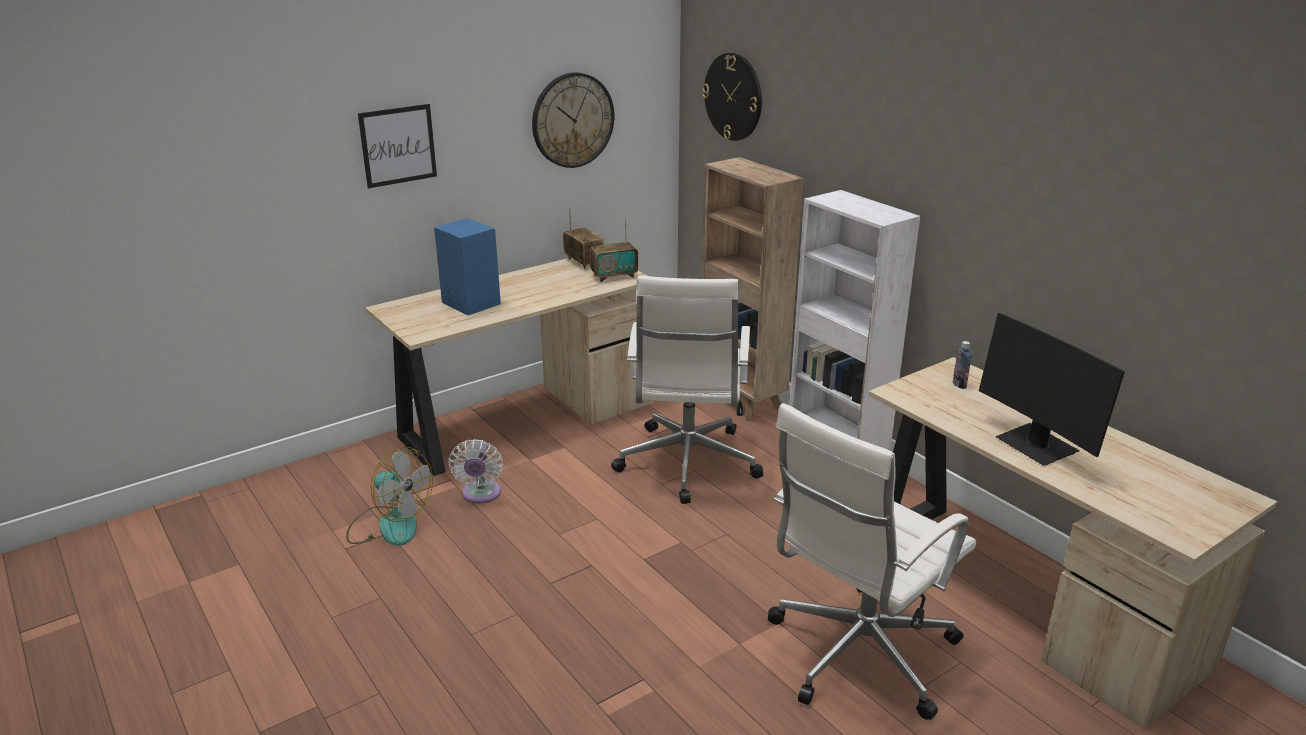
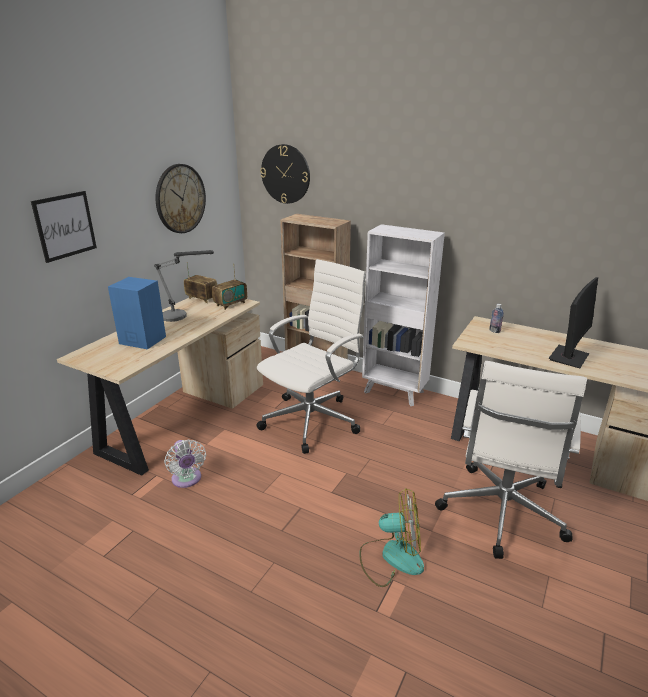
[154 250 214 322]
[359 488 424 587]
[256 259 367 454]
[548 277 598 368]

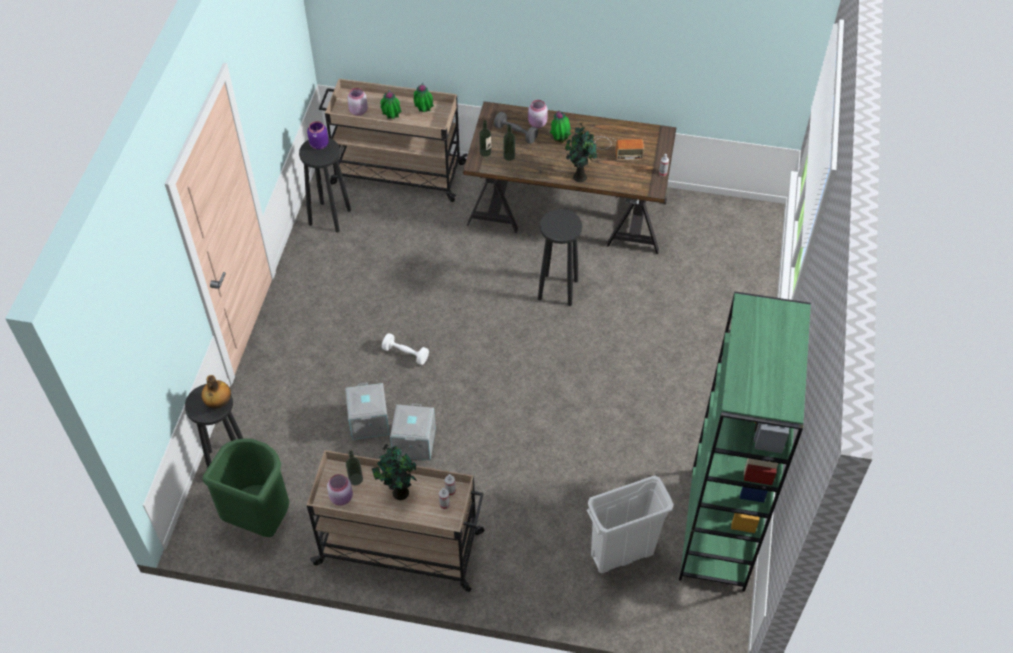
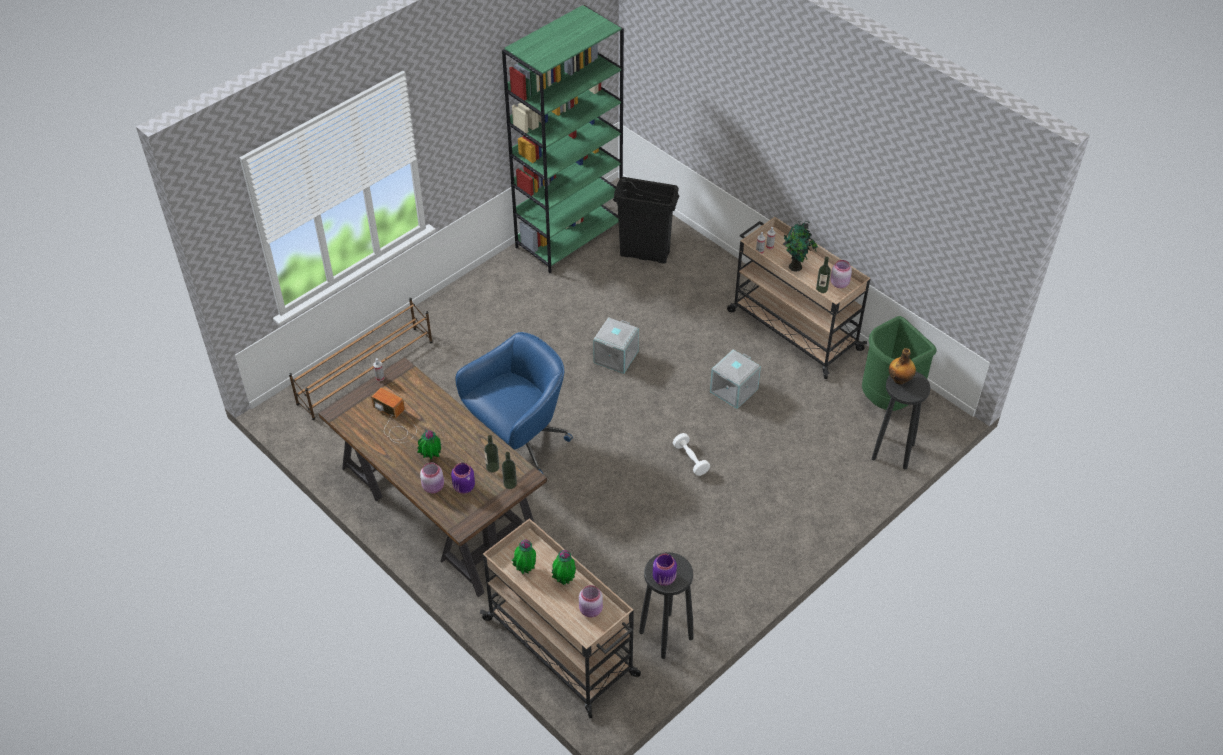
[565 123 597 182] (first image)
[289 298 433 420]
[593 317 639 374]
[451 463 475 494]
[455 332 573 474]
[613 177 679 264]

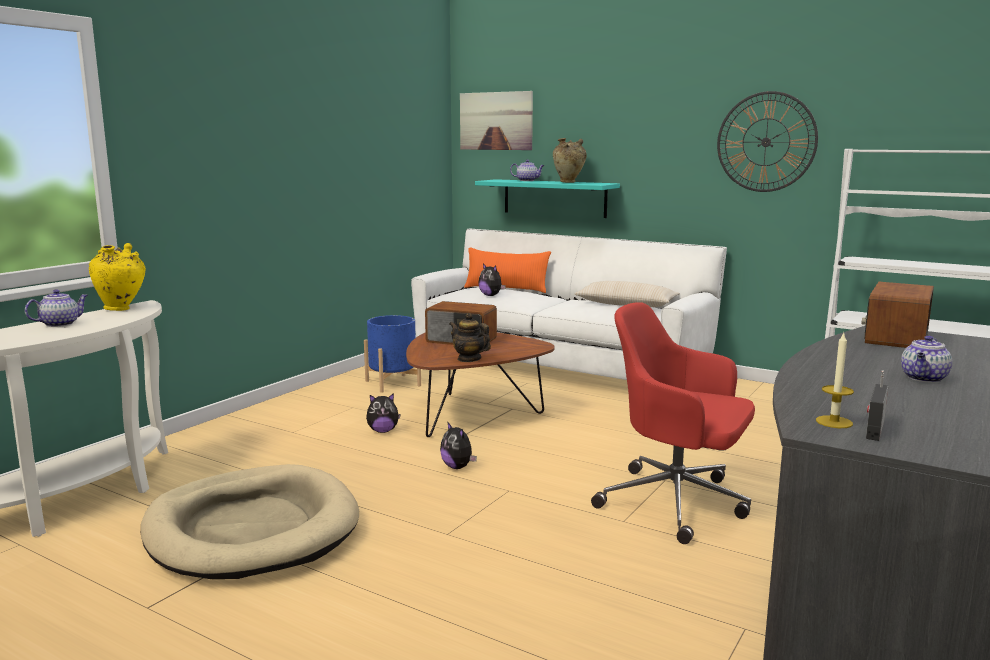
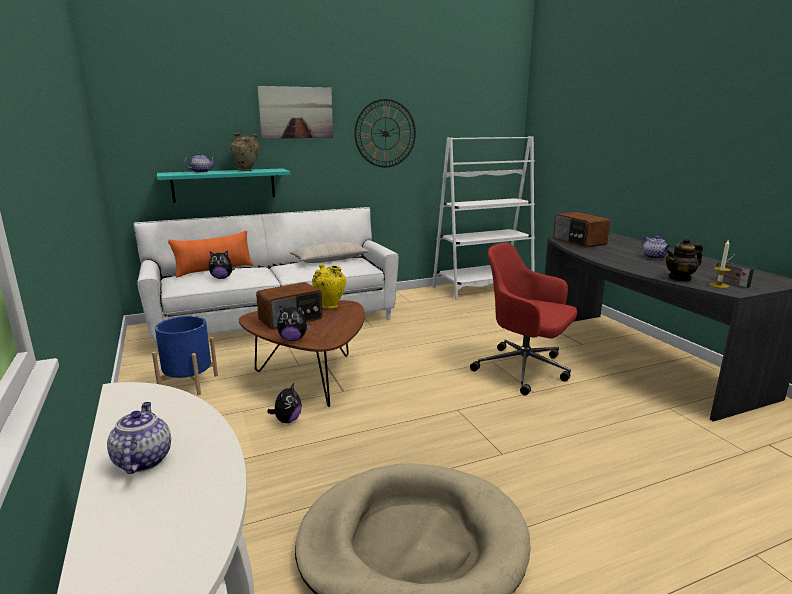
[312 263 346 309]
[277 305 310 341]
[666 237 703 282]
[258 86 333 139]
[470 243 577 396]

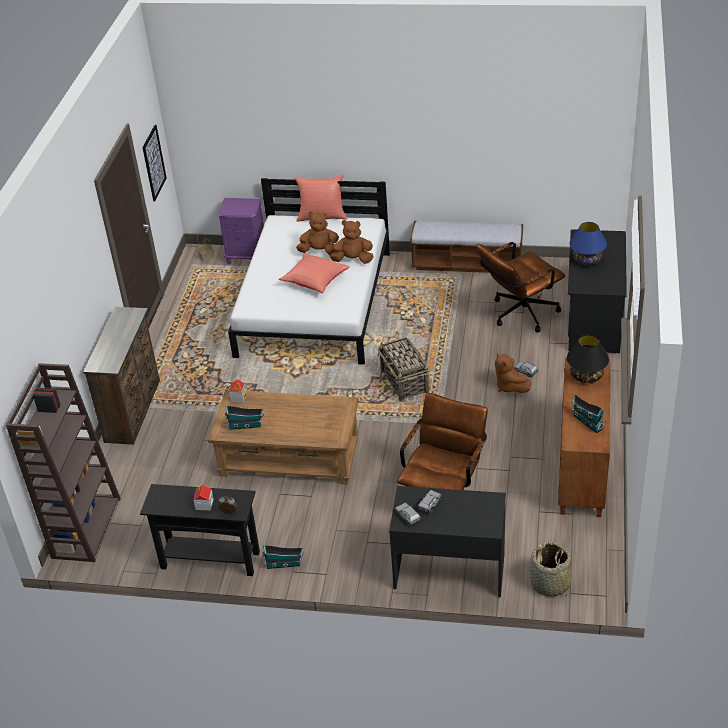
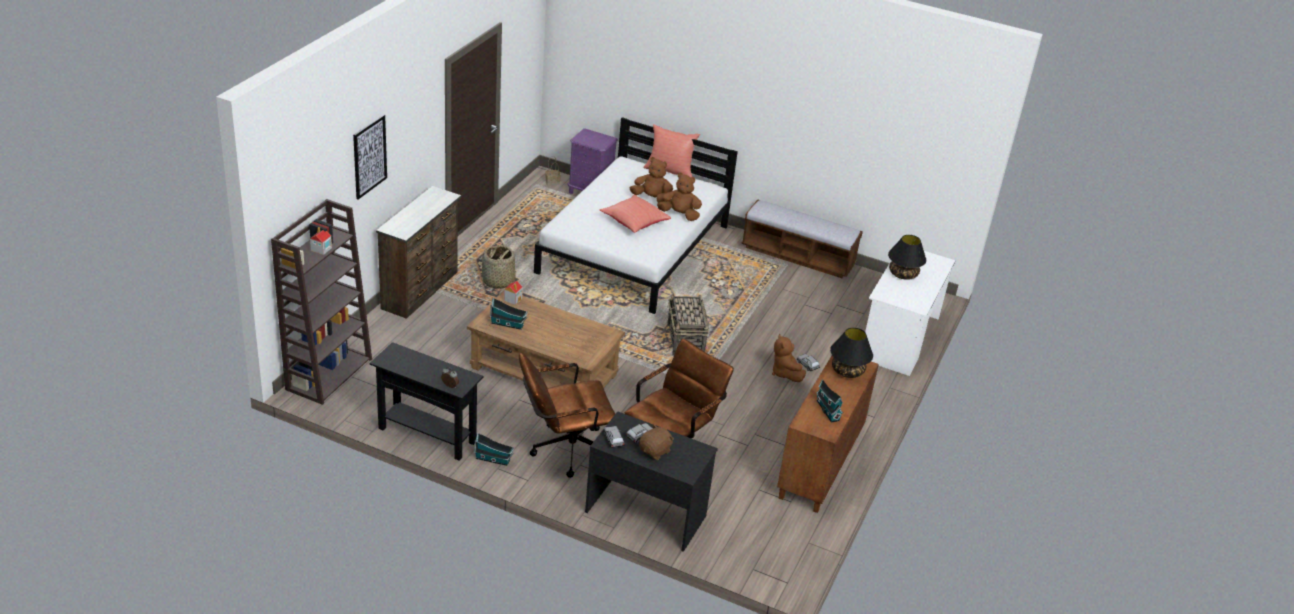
[639 424 674 460]
[353 114 387 199]
[310 227 332 255]
[519 353 615 478]
[482 244 516 289]
[865 251 955 376]
[888 235 926 280]

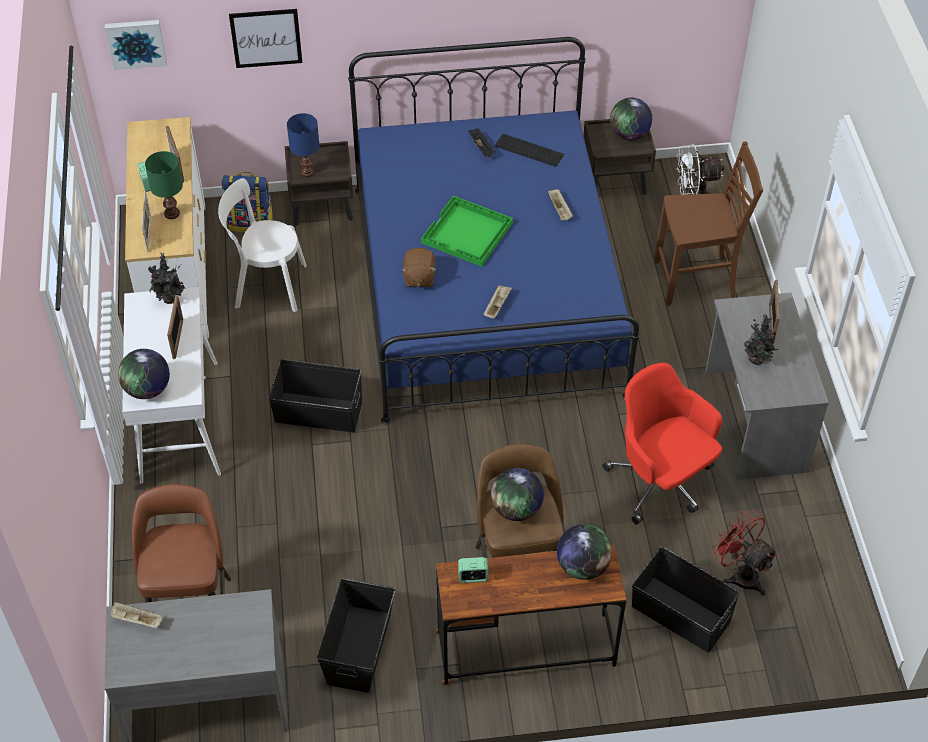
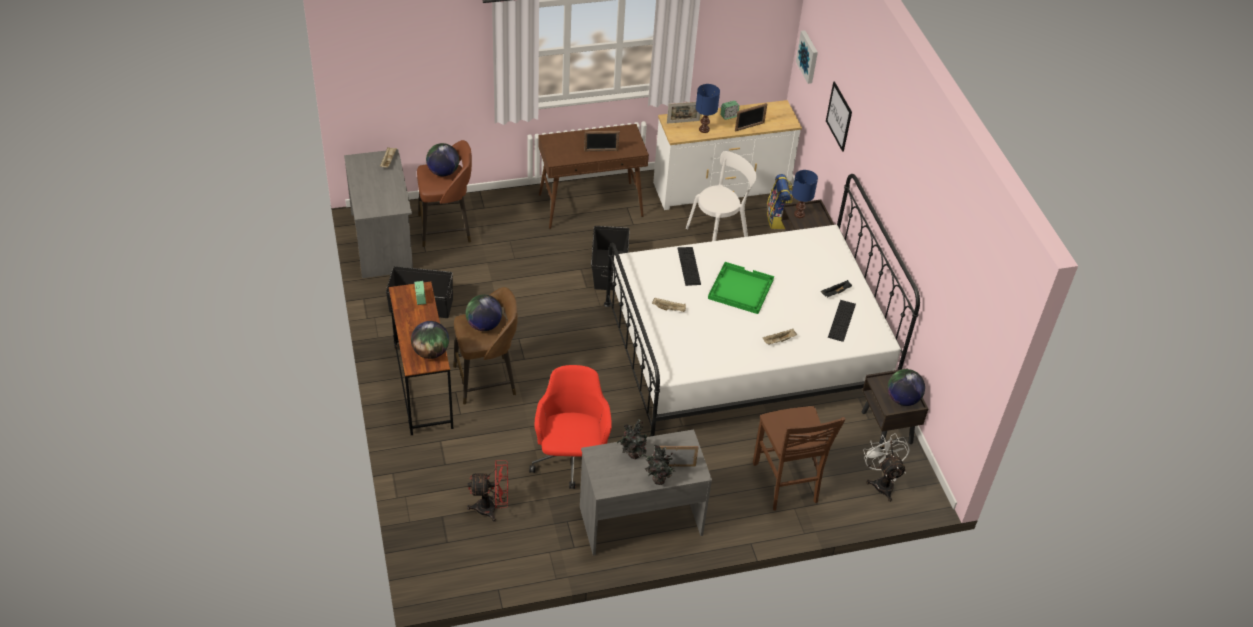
[632 547 740 653] (first image)
[426 143 459 176]
[642 445 675 485]
[678 247 701 286]
[538 124 649 229]
[696 84 720 133]
[604 174 920 437]
[686 151 756 241]
[529 365 612 489]
[467 461 508 522]

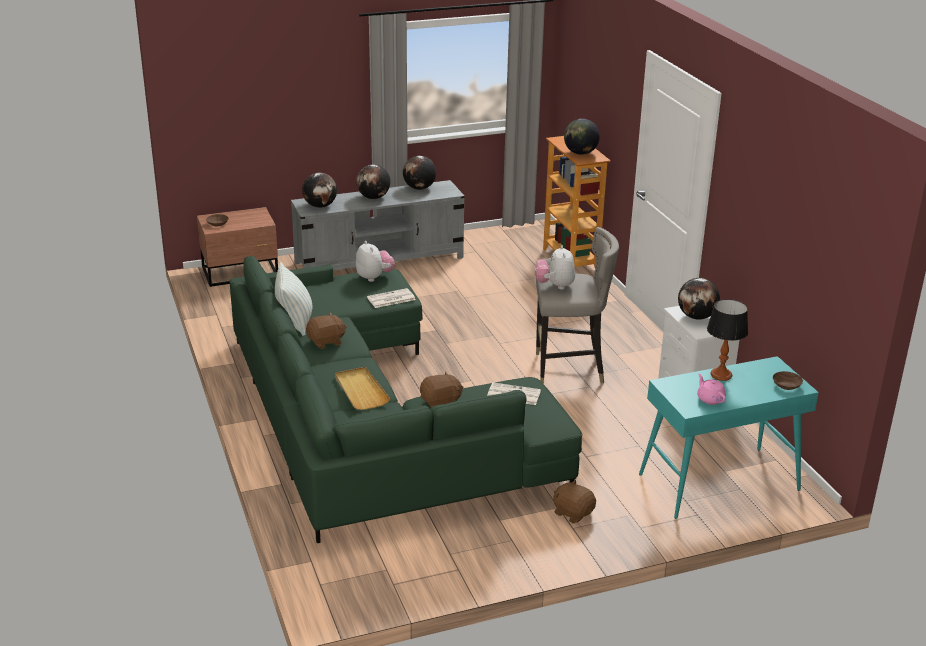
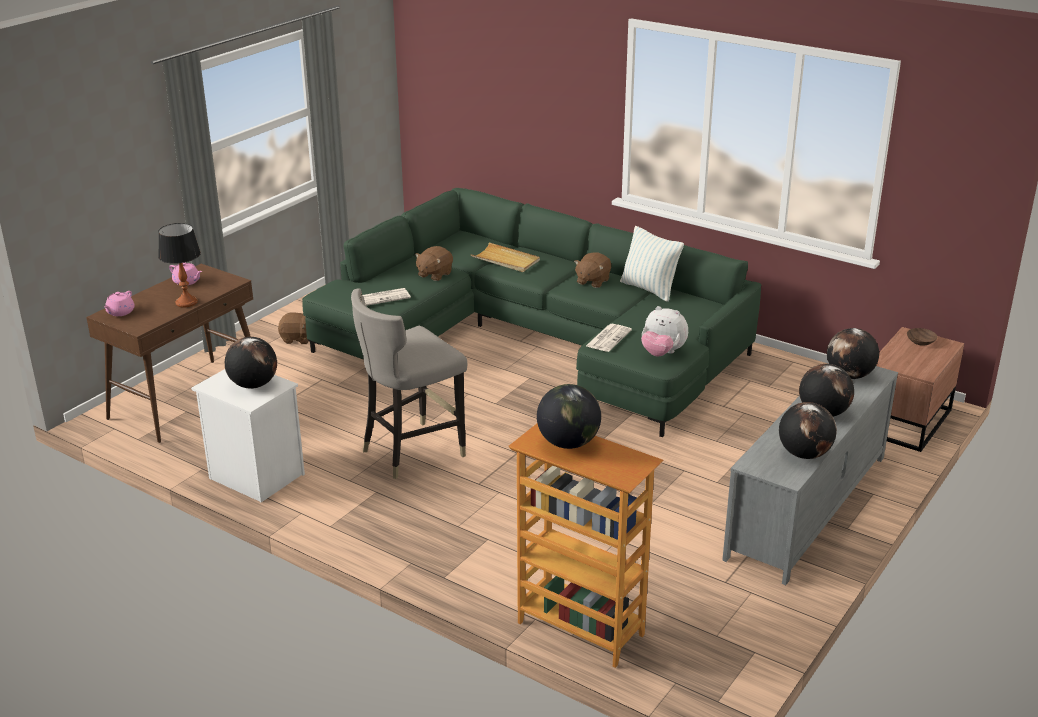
[535 245 575 290] (first image)
[104 291 135 316]
[86 264 253 443]

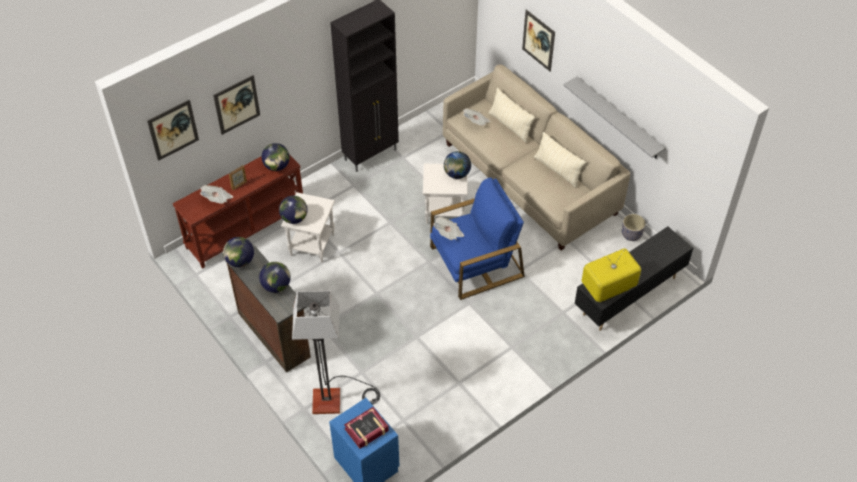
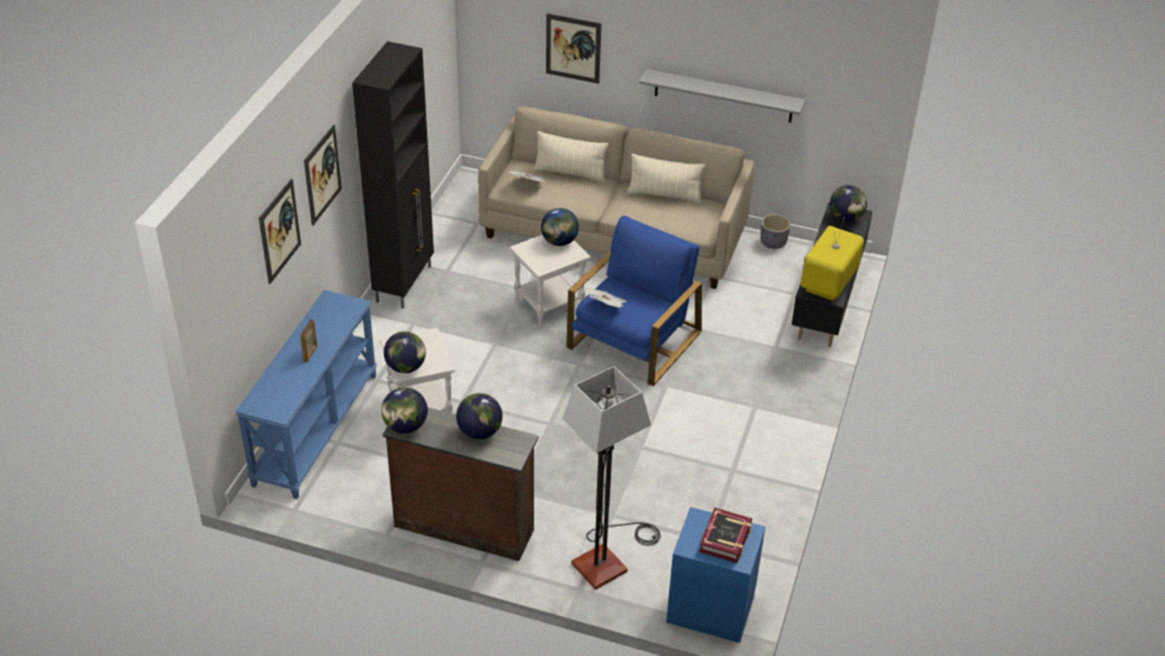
[200 185 233 204] (first image)
[304 125 342 226]
[830 185 867 222]
[236 290 377 499]

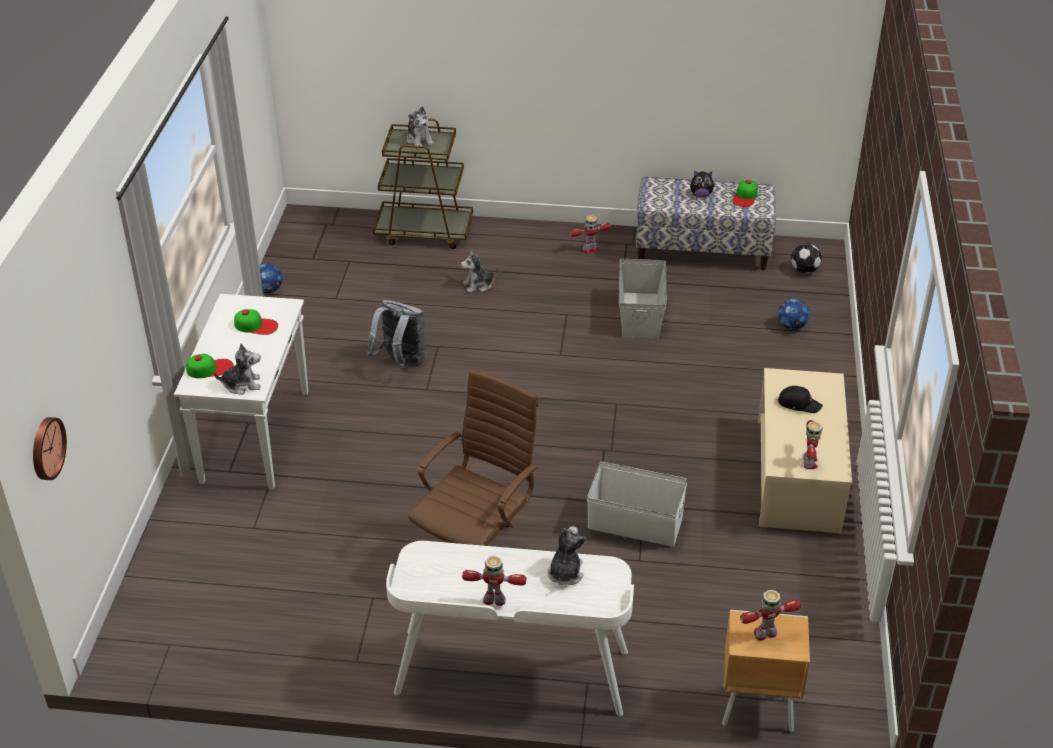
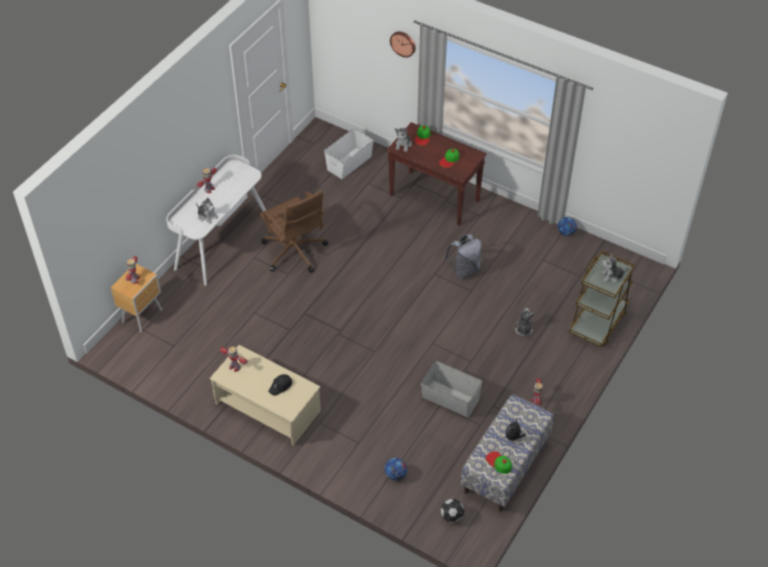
[390 32 416 58]
[324 128 374 179]
[386 122 487 226]

